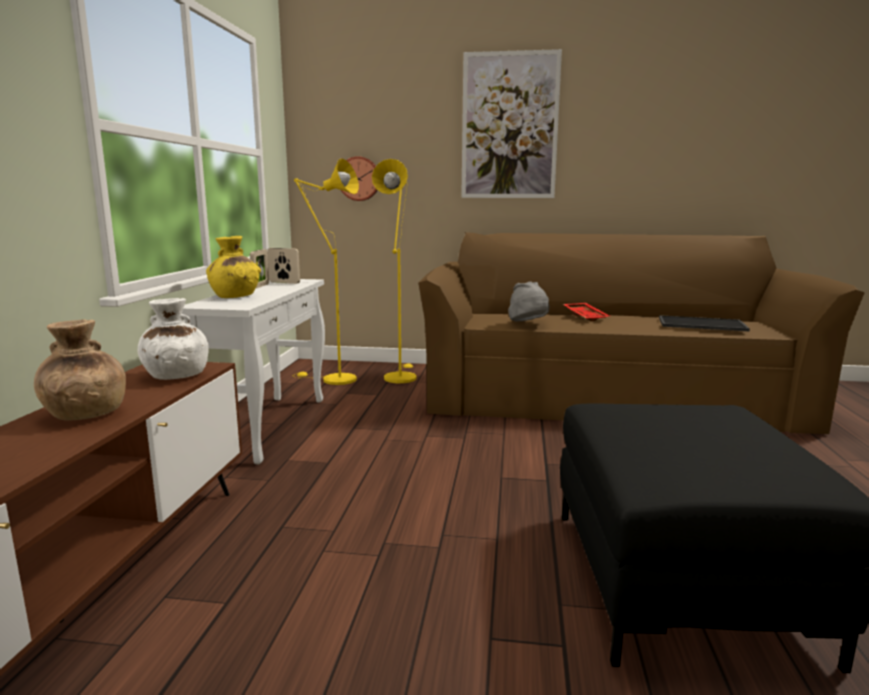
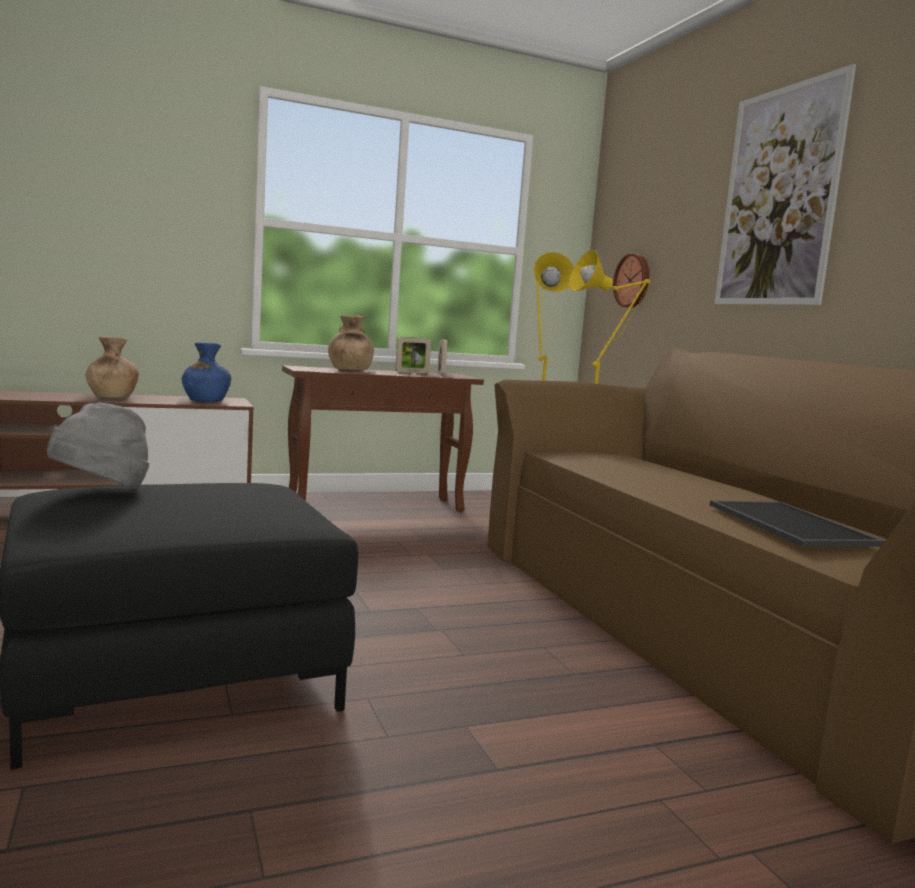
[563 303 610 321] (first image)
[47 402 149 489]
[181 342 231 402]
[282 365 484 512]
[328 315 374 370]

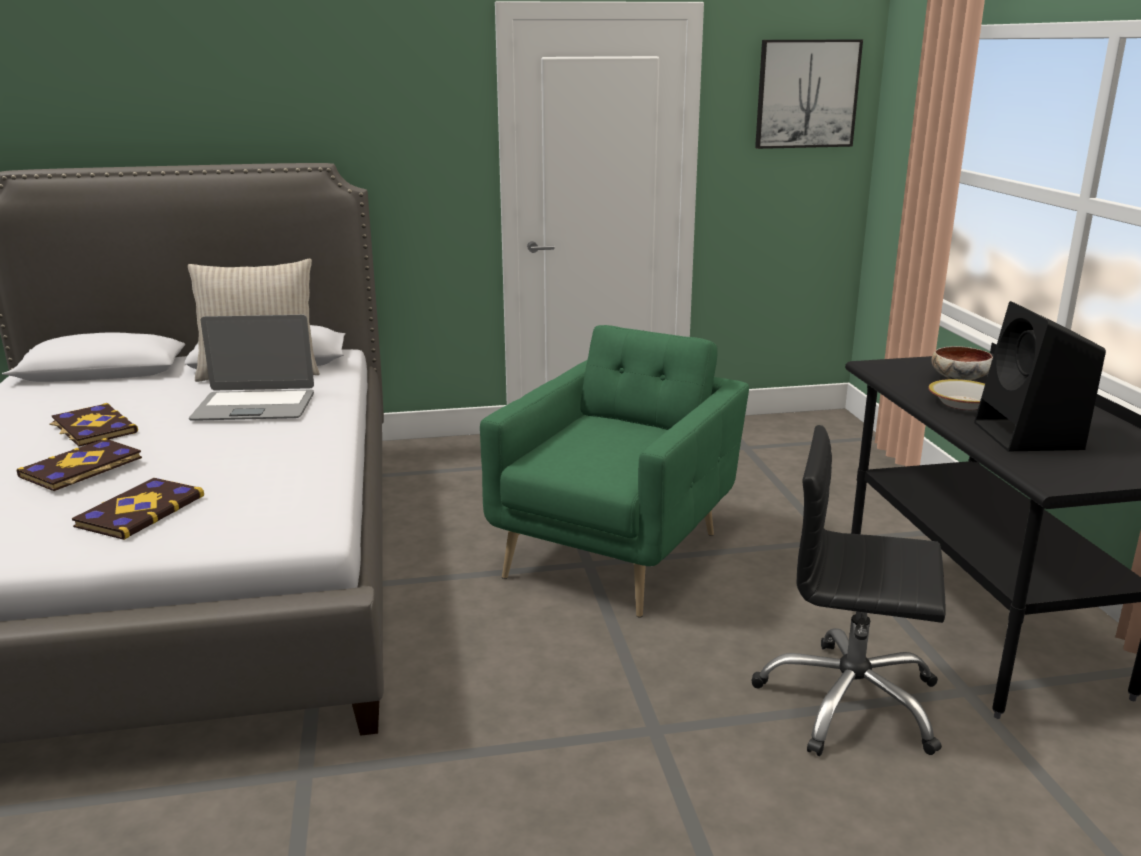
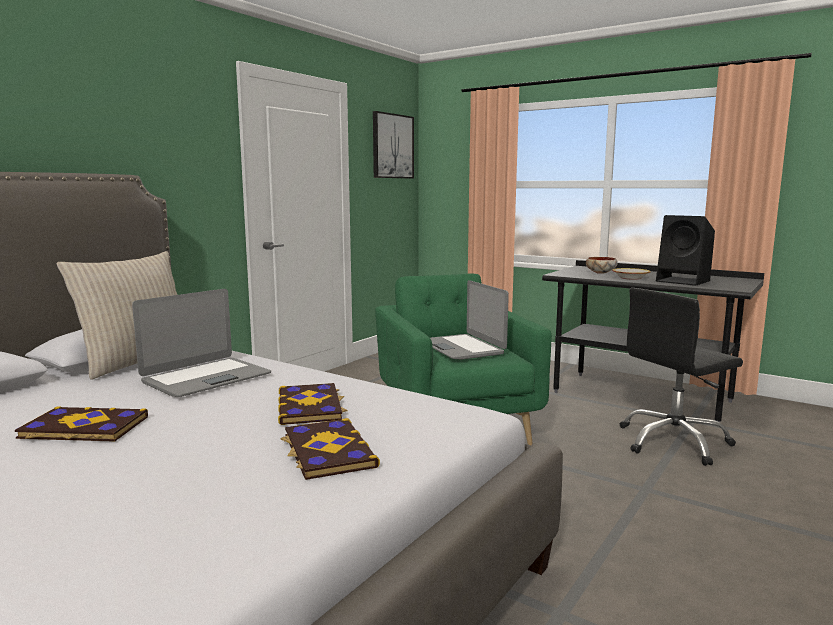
[430 280 509 360]
[278 383 348 425]

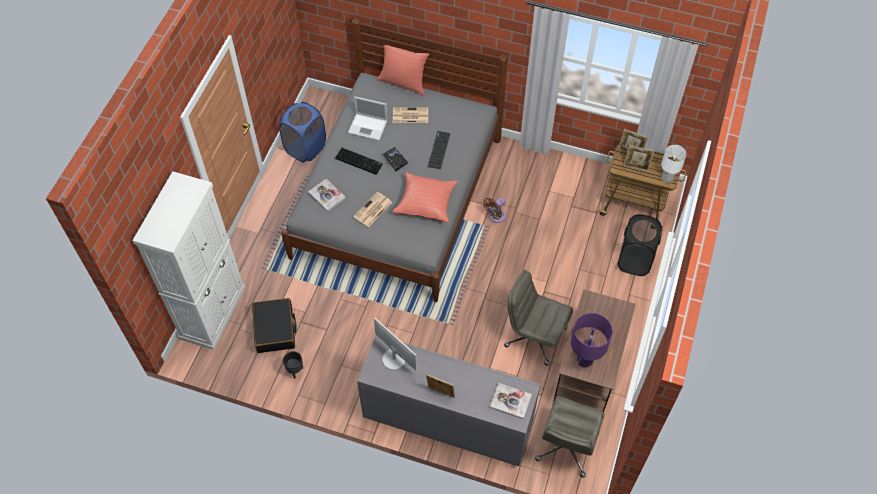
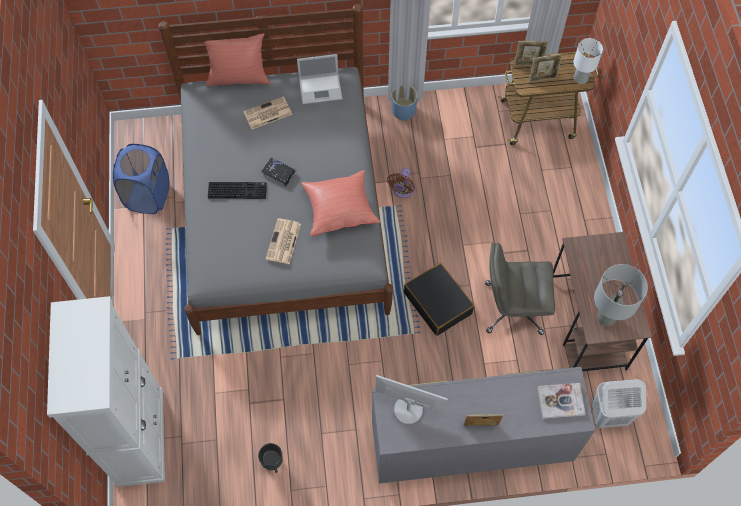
[308 179 346 212] (first image)
[428 131 450 169] (first image)
[617 214 662 276] (first image)
[391 85 418 121]
[404 263 475 336]
[297 54 342 104]
[592 379 646 428]
[594 264 648 326]

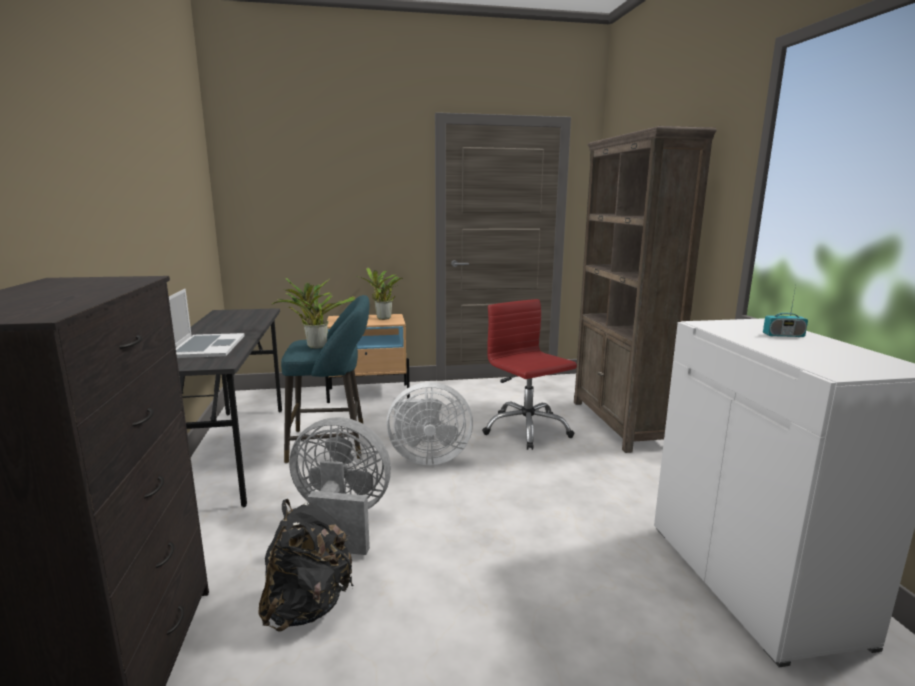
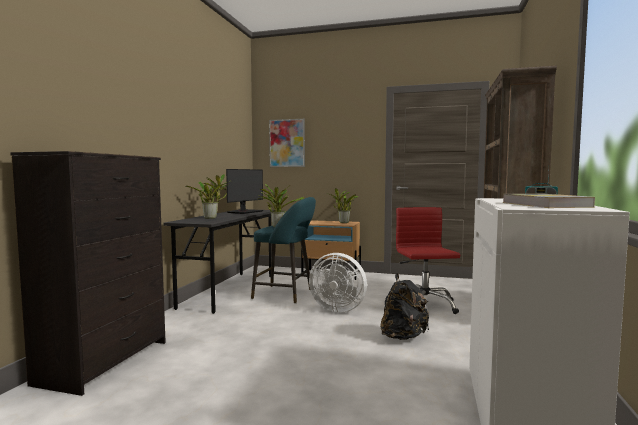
[290 417 391 555] (first image)
[226 169 263 214]
[269 119 305 167]
[503 194 595 208]
[380 273 429 340]
[185 174 230 219]

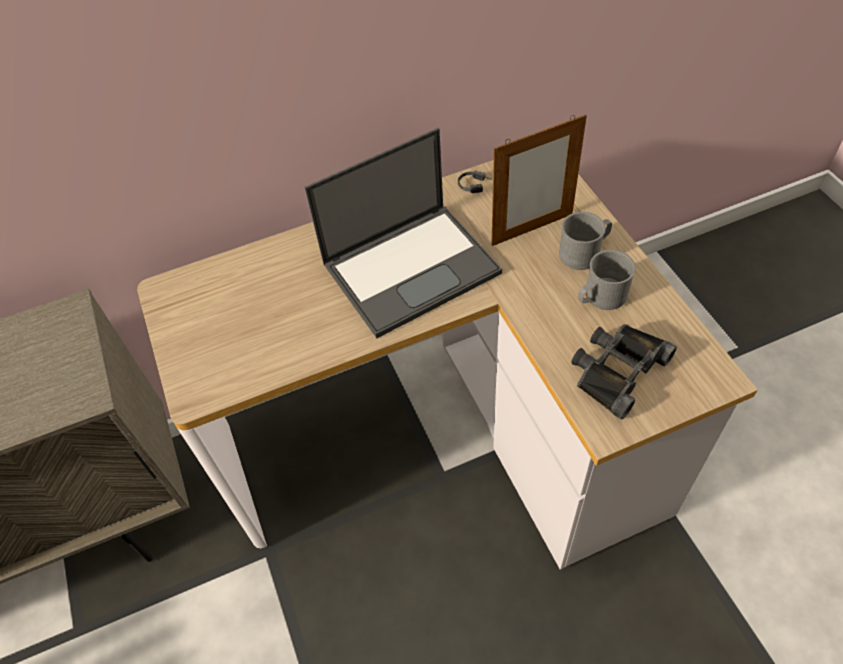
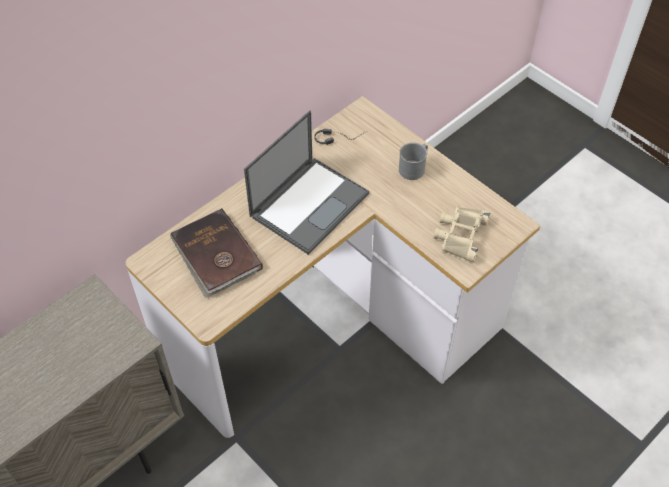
[491 114 587 246] (first image)
[578 250 636 310] (first image)
[170 208 263 298]
[434 207 490 262]

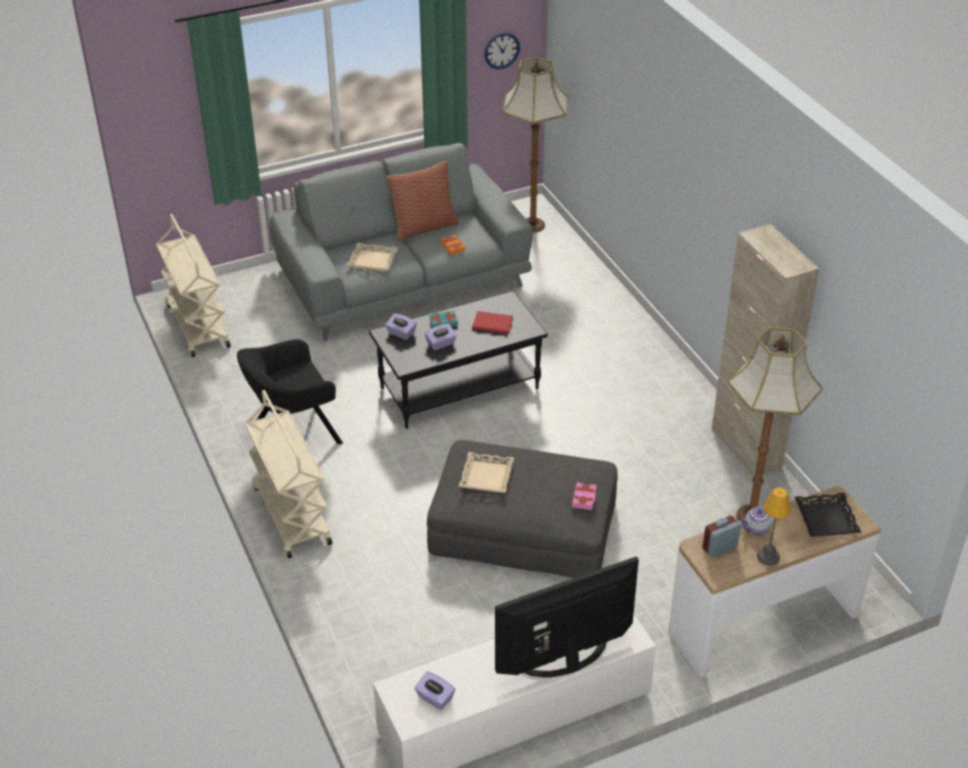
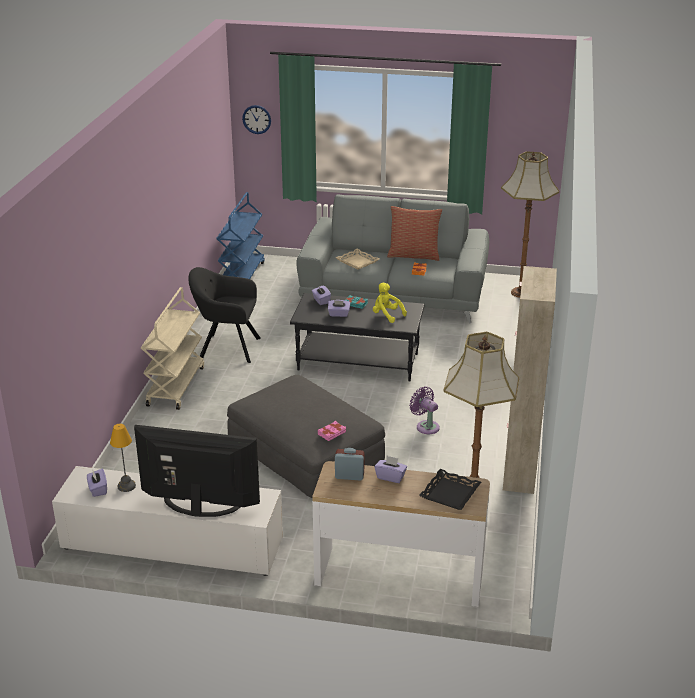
[459 452 514 493] (first image)
[409 386 440 434]
[242 105 271 134]
[110 424 136 492]
[373 283 407 323]
[374 456 407 483]
[216 192 265 279]

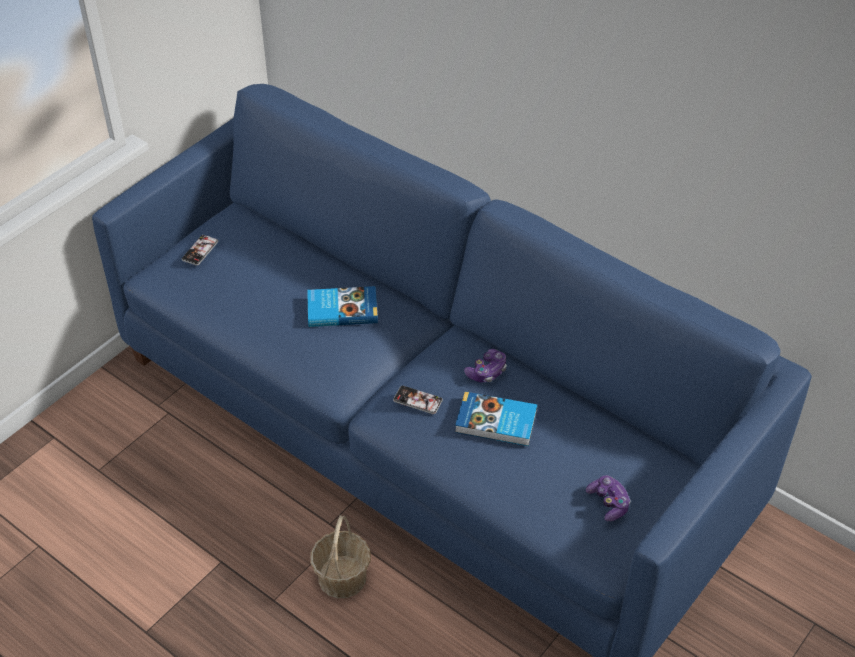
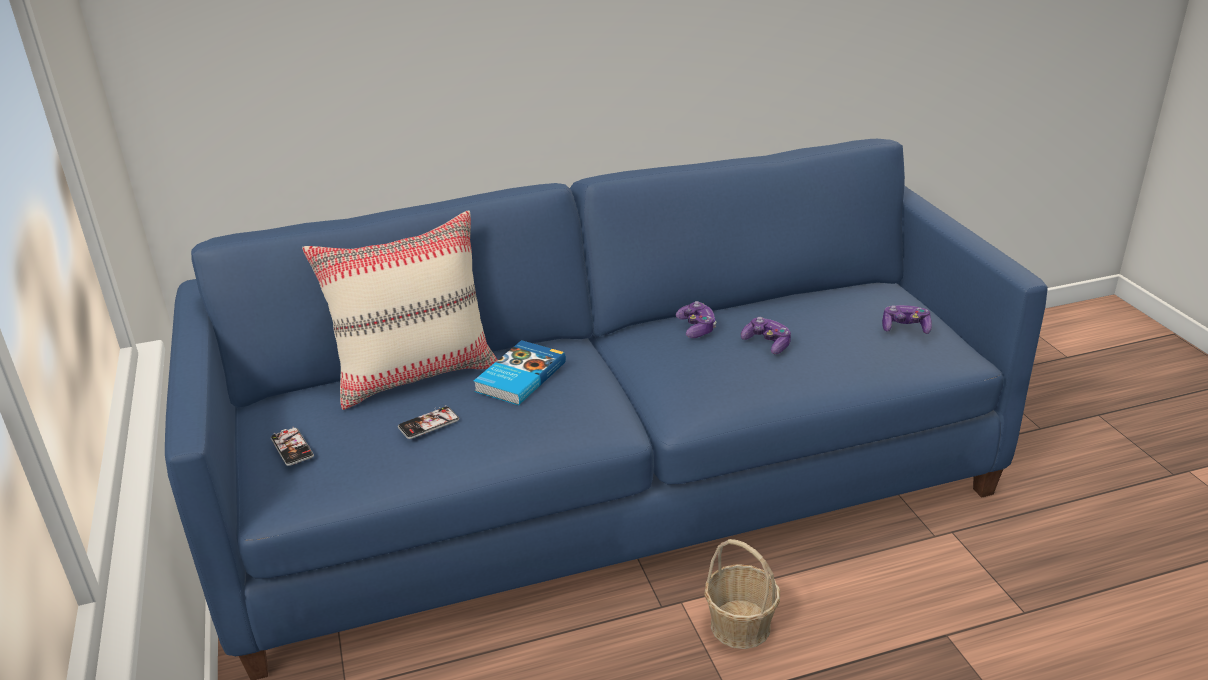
[302 211 498 410]
[398 405 459 439]
[741 317 791 354]

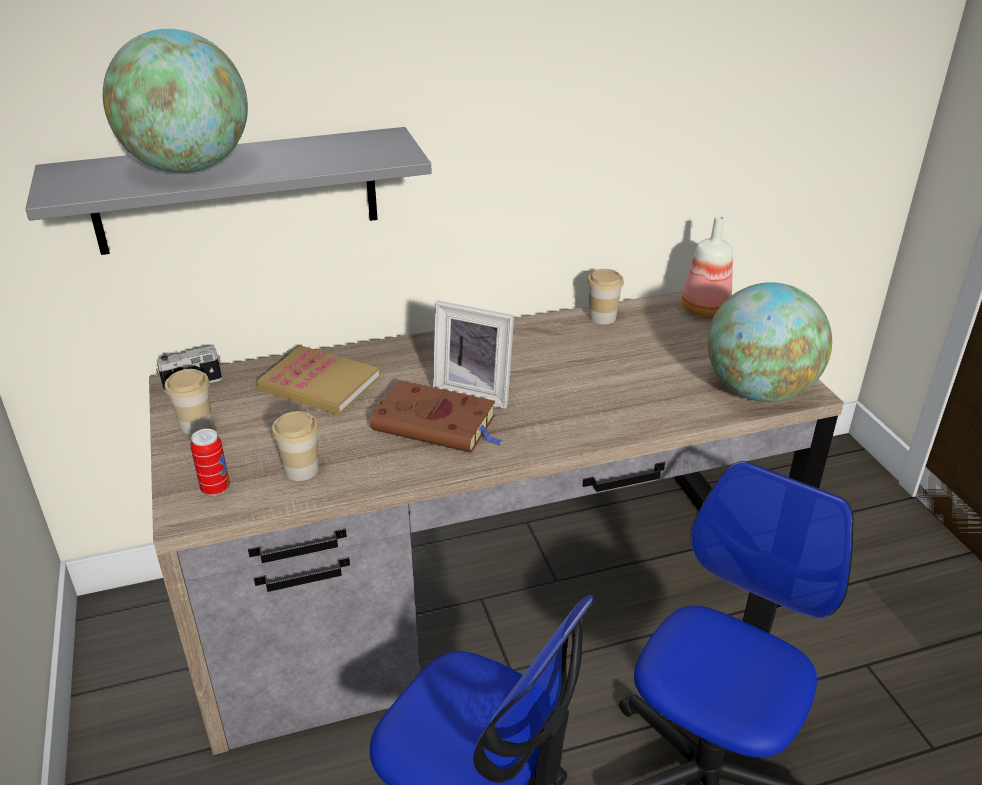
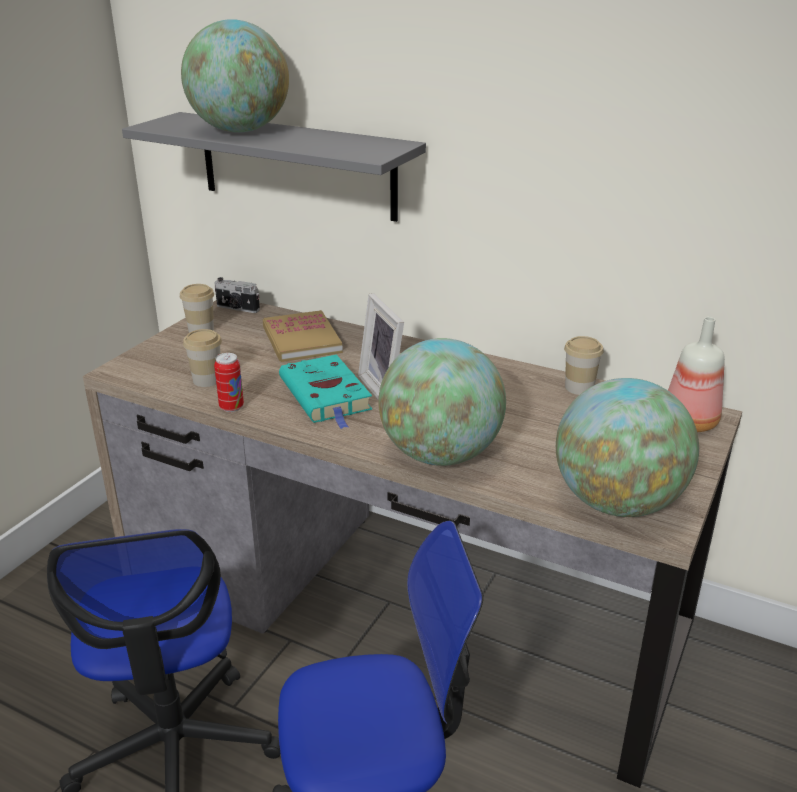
[379 338 506 466]
[214 353 244 412]
[279 354 372 429]

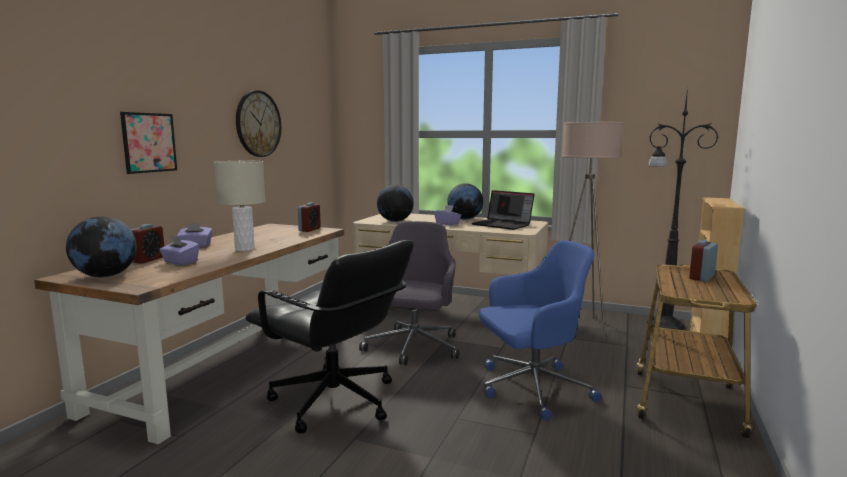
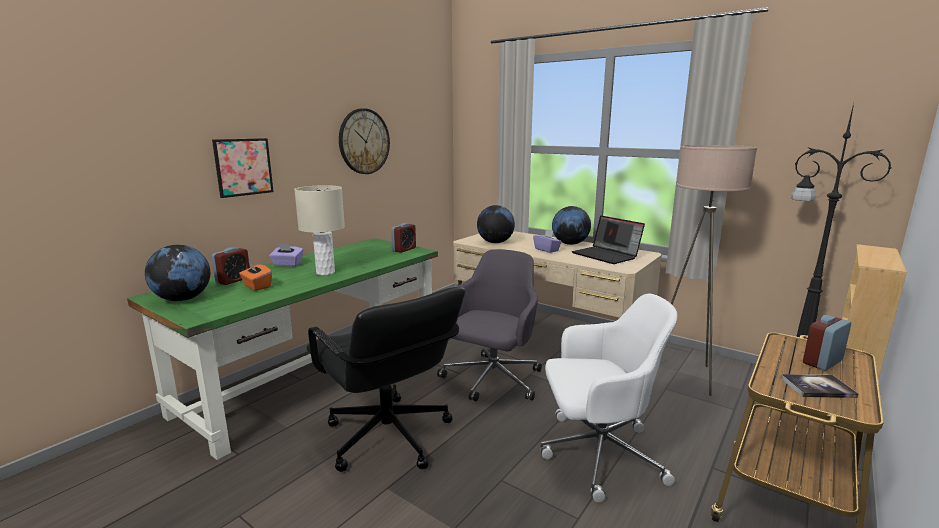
[781 374 859 398]
[127 238 438 460]
[239 261 272 291]
[541 293 678 503]

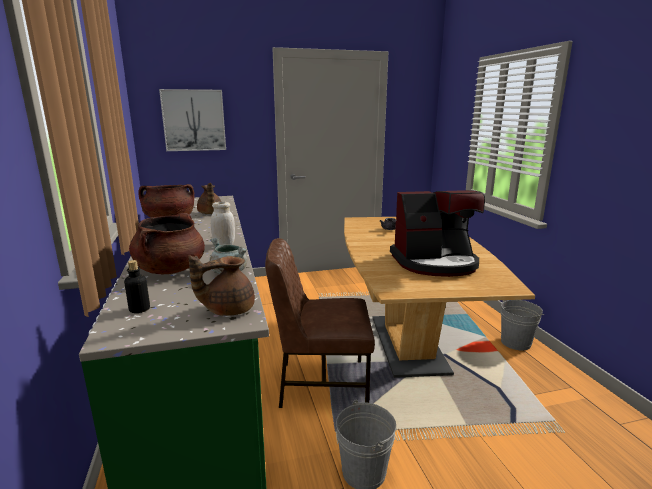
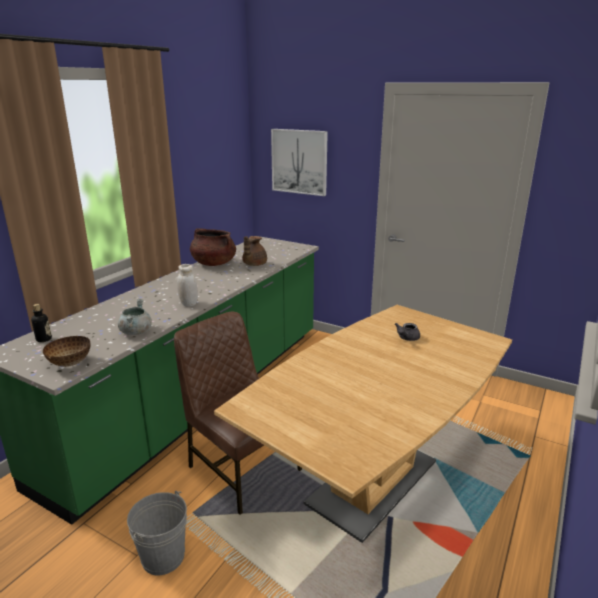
[129 213 205 274] (first image)
[390 190 485 277] (first image)
[501 300 545 350] (first image)
[43 336 90 367]

